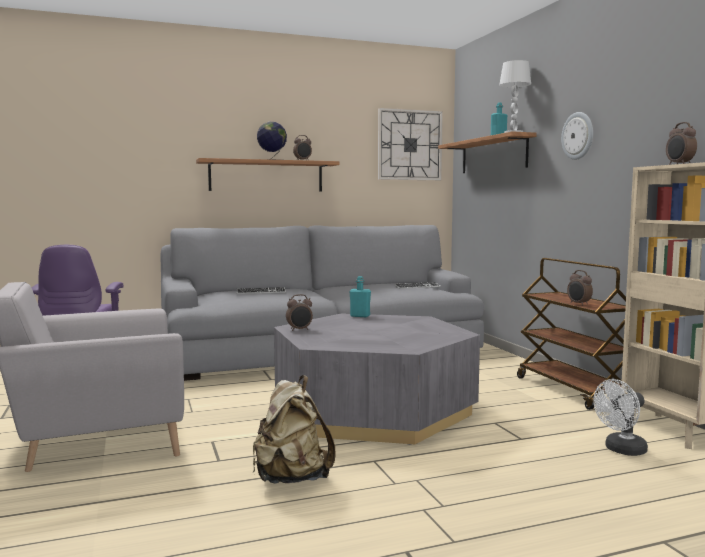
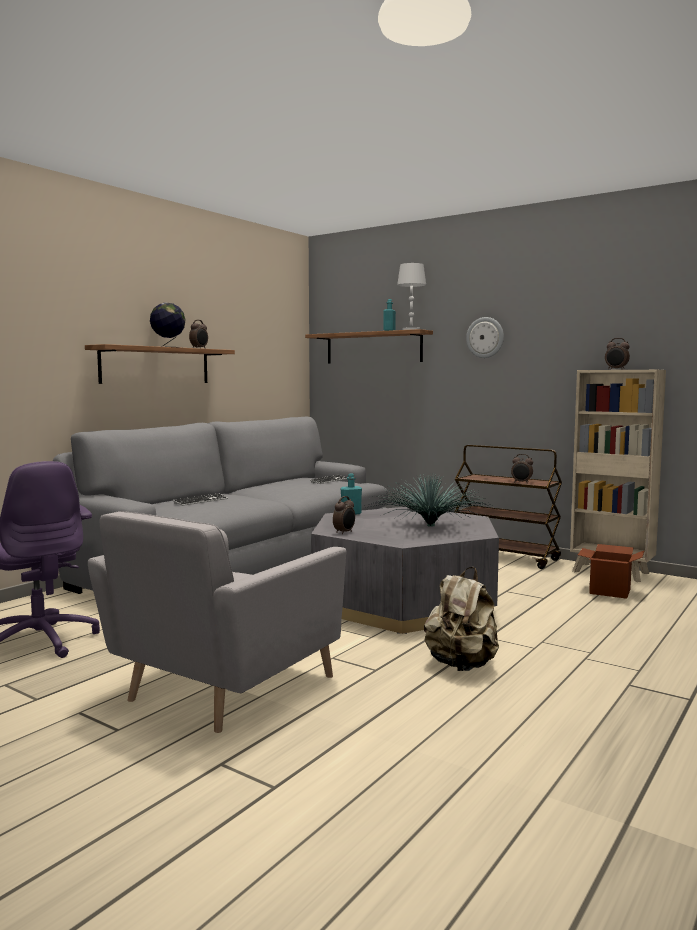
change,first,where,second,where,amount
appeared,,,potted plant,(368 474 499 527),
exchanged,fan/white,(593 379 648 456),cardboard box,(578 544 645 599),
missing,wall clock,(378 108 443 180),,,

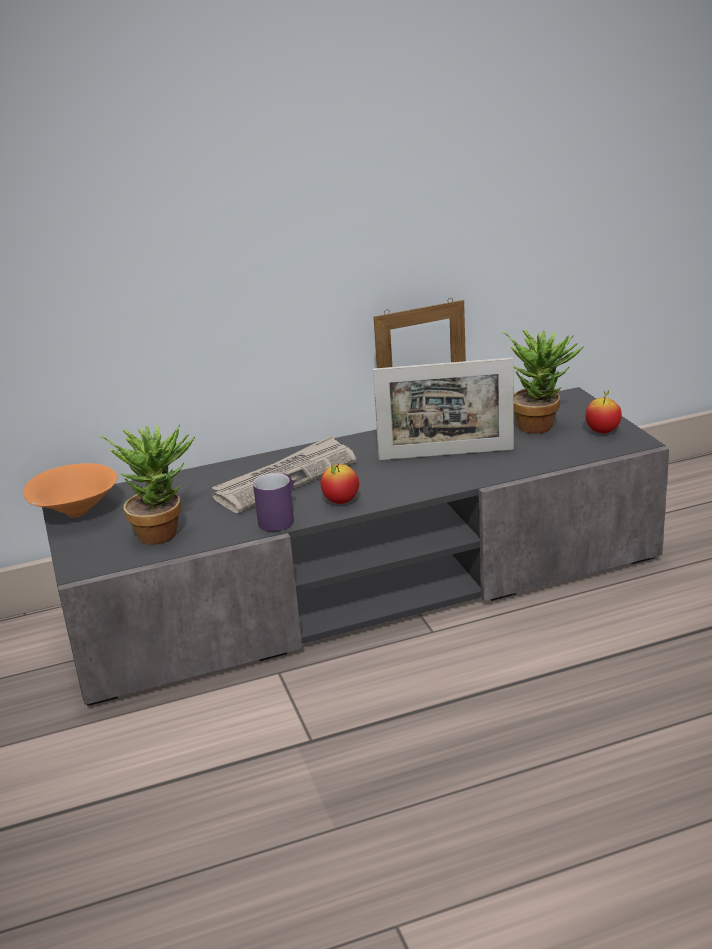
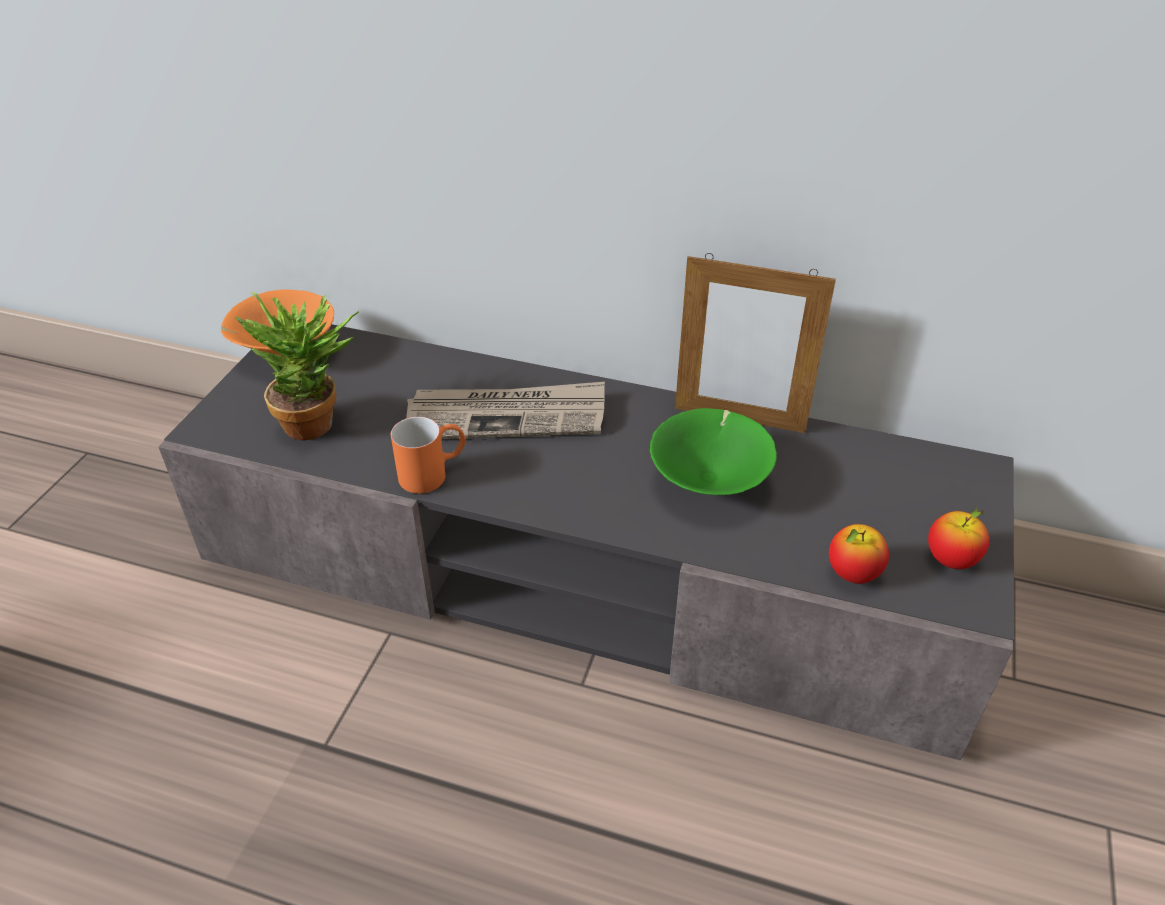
change,first,where,second,where,amount
colour,mug/purple,(253 473 294 531),mug/orange,(391 417 466 494),
exchanged,picture frame,(373 358 514 460),bowl/green,(650 408 777 495),
relocated,apple,(320 464 359 504),,(829 524 889 584),
missing,potted plant,(502 330 583 434),,,

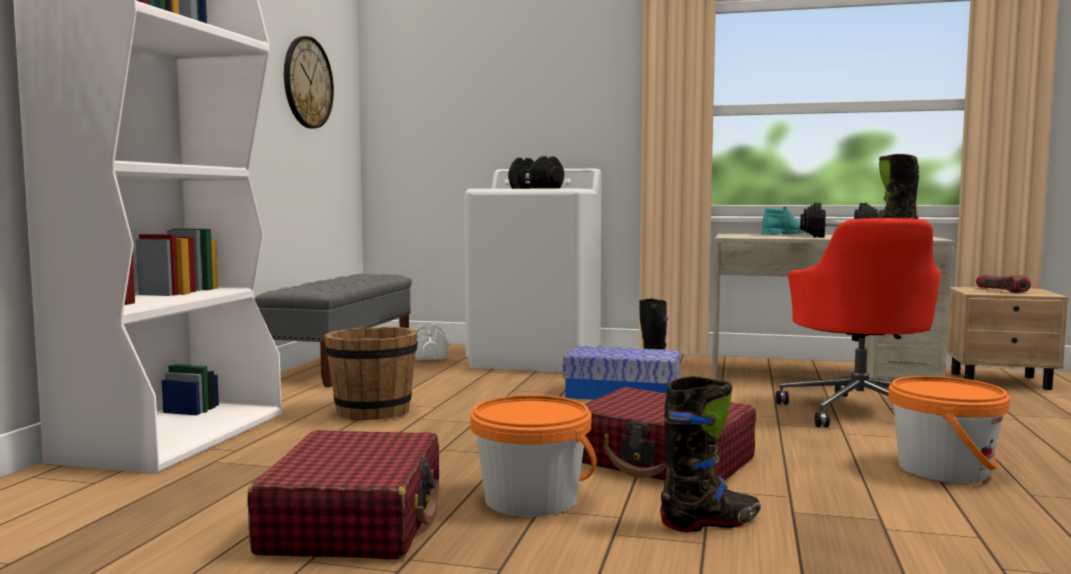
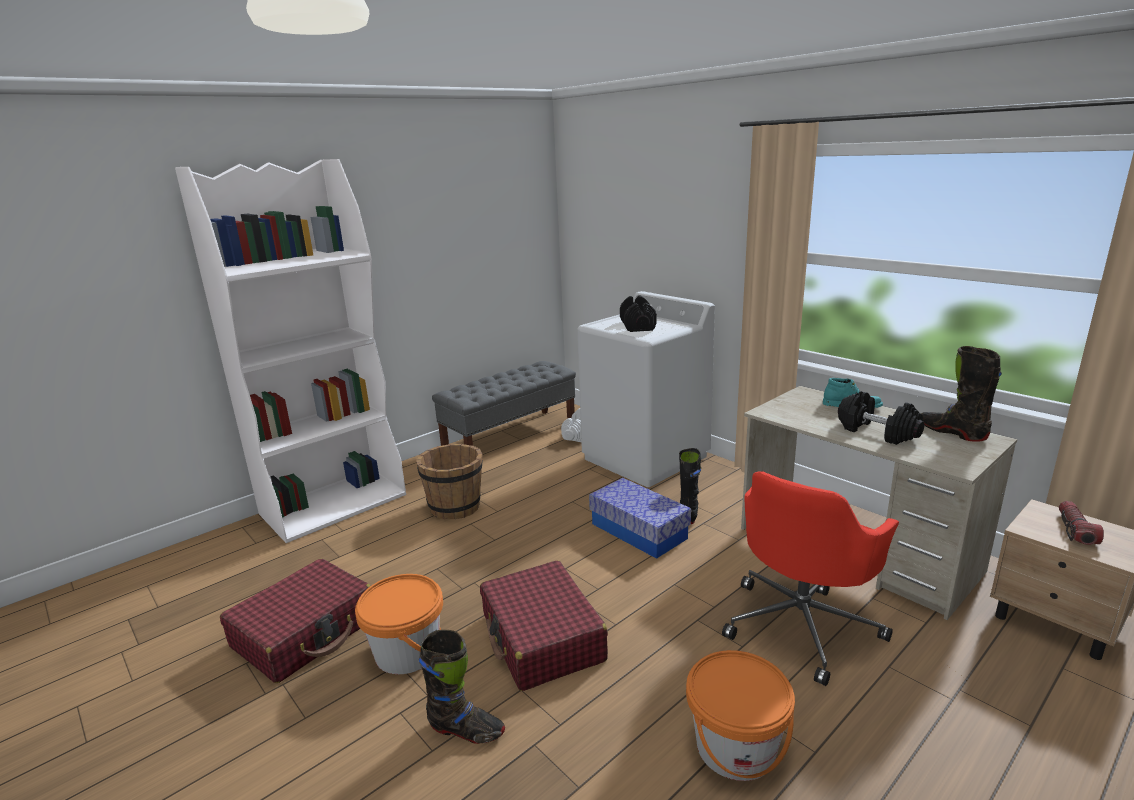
change,first,where,second,where,amount
missing,wall clock,(284 36 334 128),,,

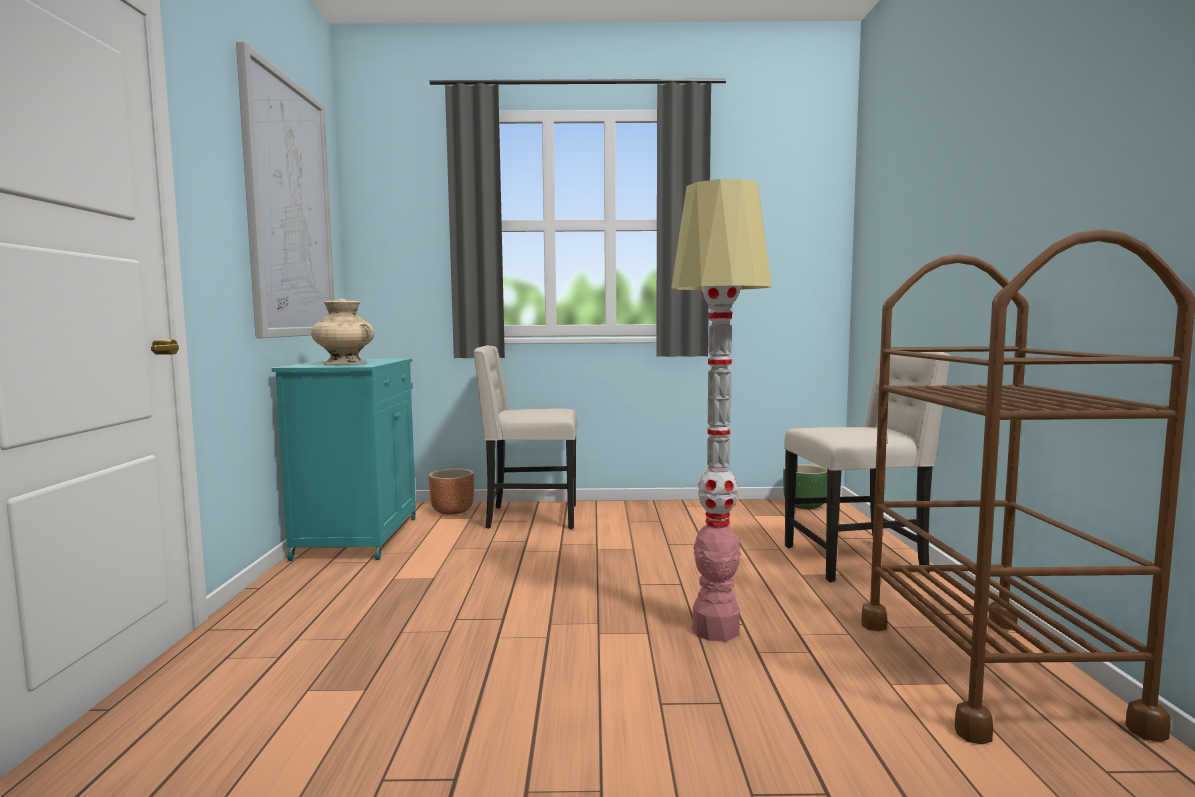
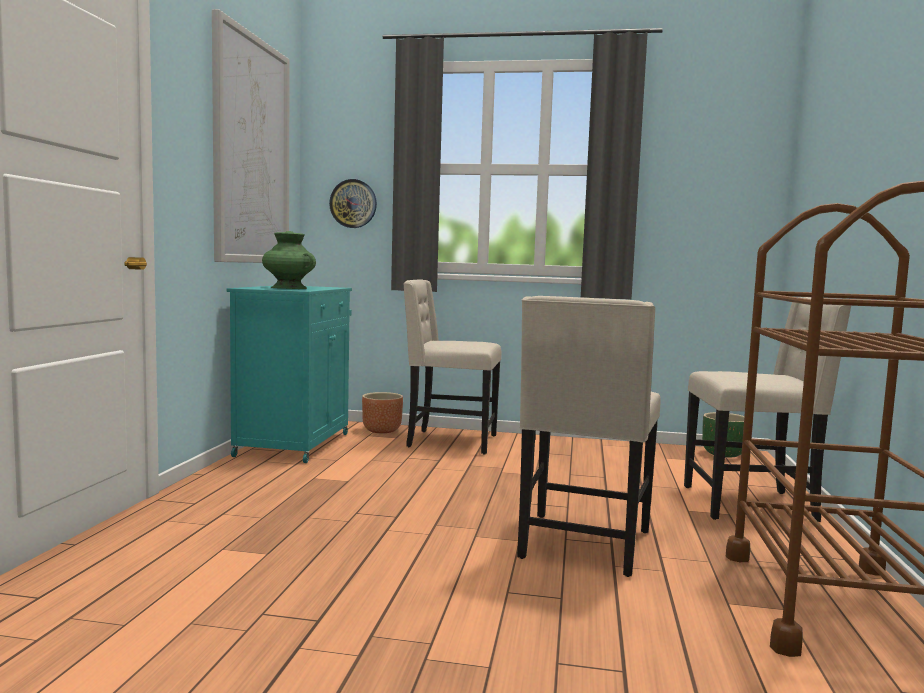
change,first,where,second,where,amount
colour,vase/beige,(311 299 375 365),vase/green,(262 231 316 289),
appeared,,,wall clock,(329 179 377 228),
exchanged,floor lamp,(671 179 772 642),chair/beige,(517 296 661 577),

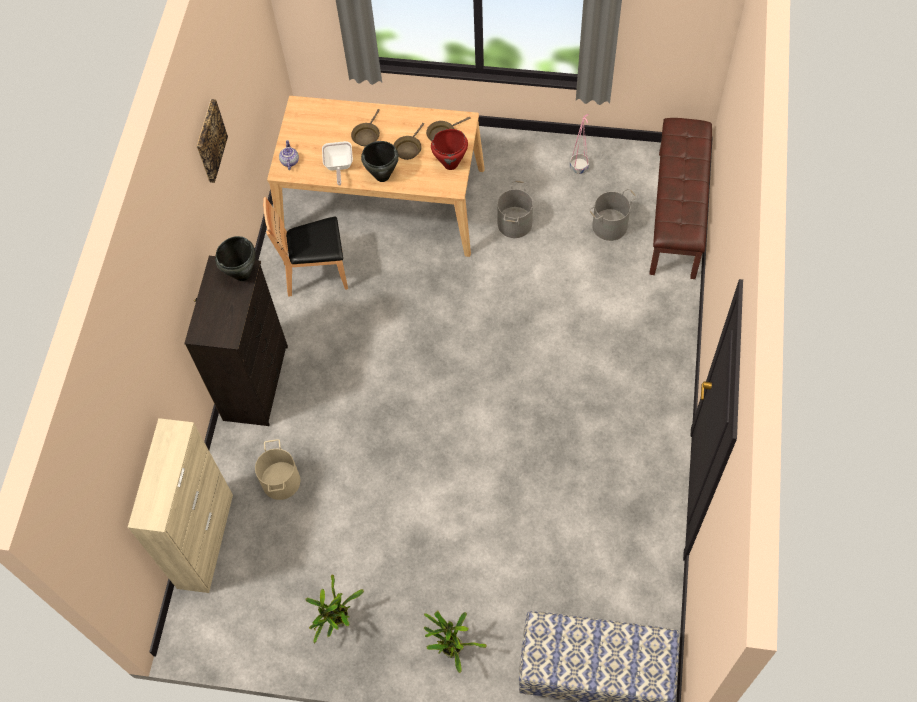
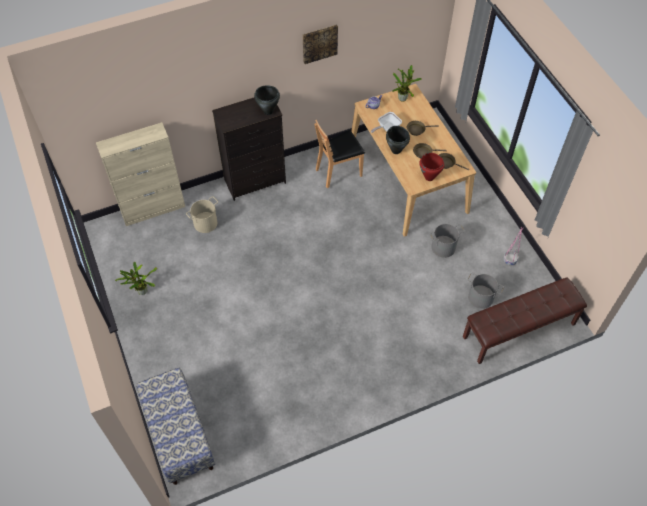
change,first,where,second,where,amount
spun,chair/brown,(263 197 348 297),,(314 119 365 188),75 degrees counterclockwise
relocated,potted plant,(424 611 487 673),,(392 65 422 102),

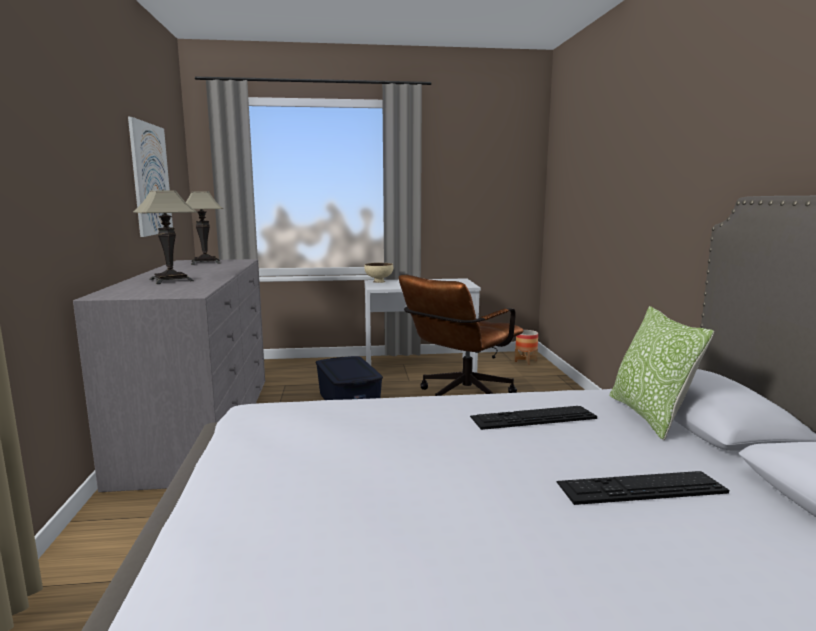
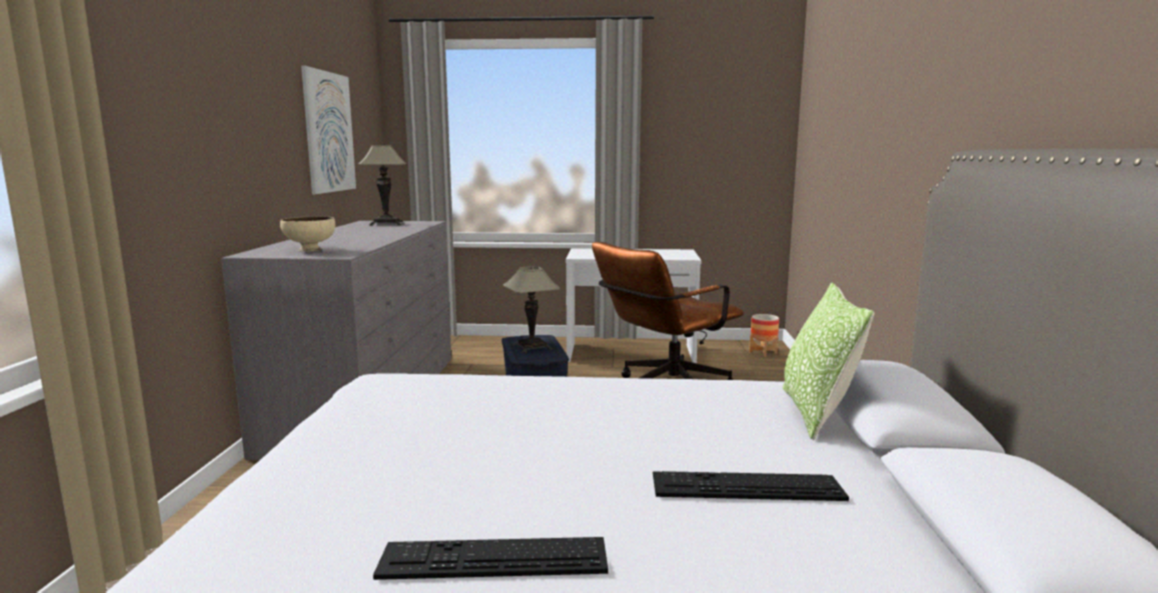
change,first,where,second,where,amount
relocated,bowl/beige,(364 263 393 283),,(280 216 335 252),
relocated,keyboard,(470 406 597 430),,(373 537 608 580),
relocated,table lamp,(133 190 197 284),,(503 266 561 353),

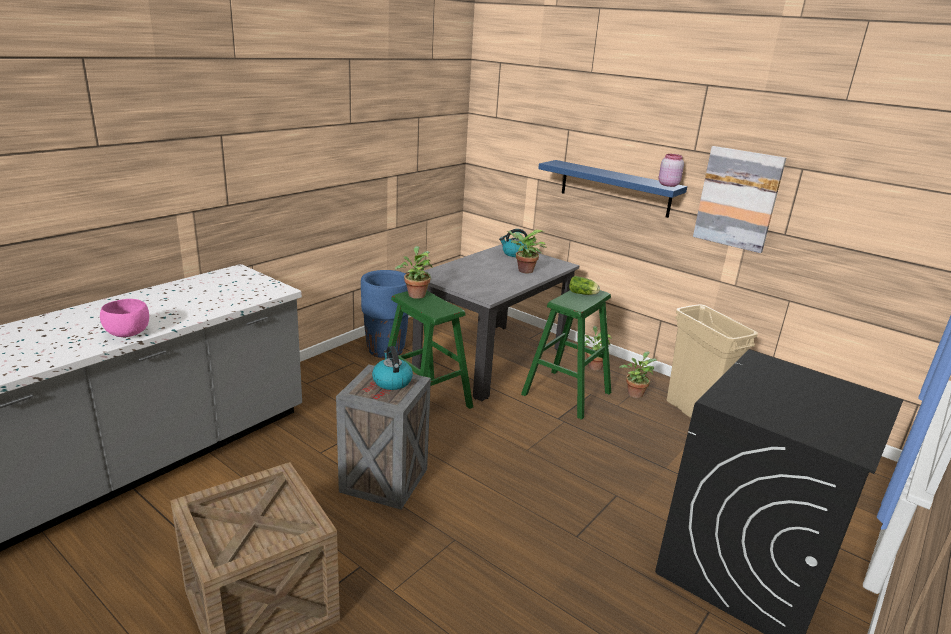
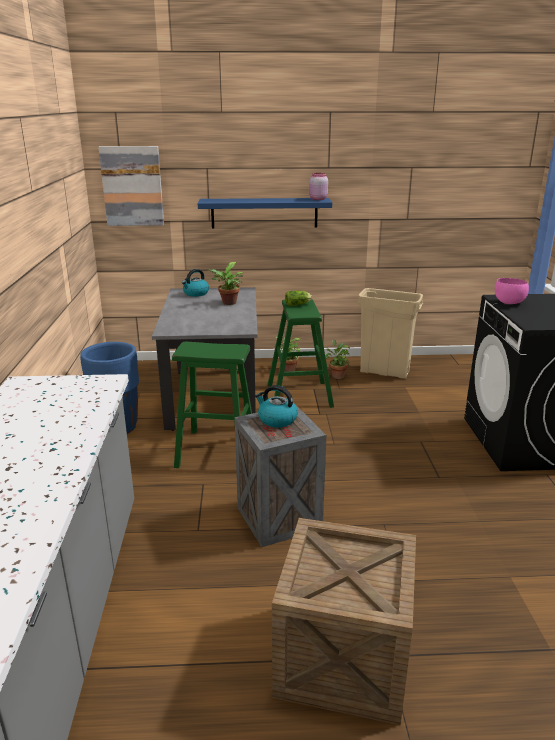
change,first,where,second,where,amount
relocated,picture,(693 146 786 253),,(98 146 164 226),
relocated,bowl/pink,(100 299 149 337),,(495 278 529 304),
missing,potted plant,(395 246 433 299),,,

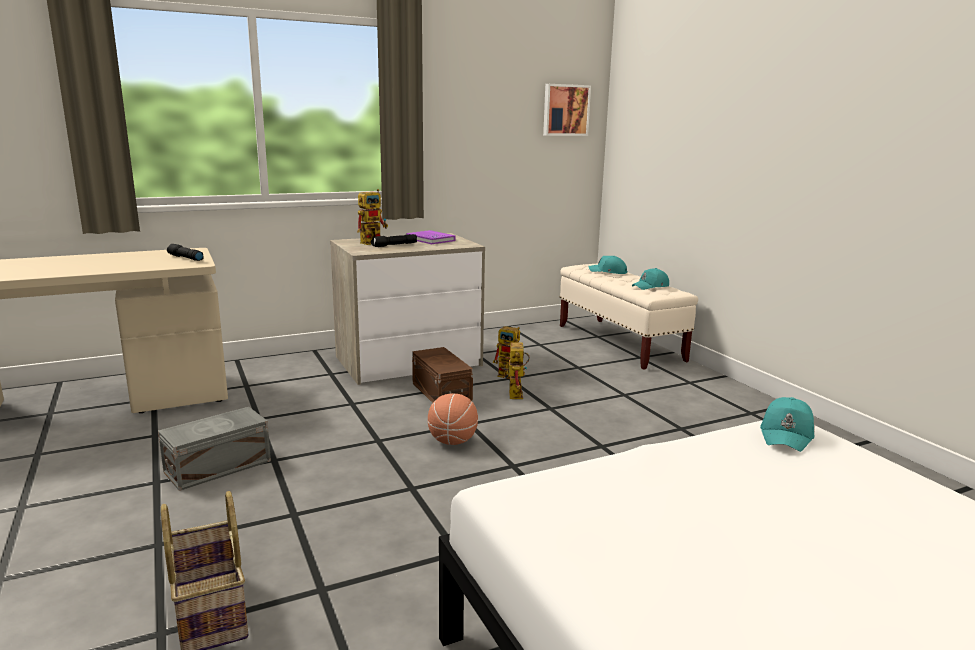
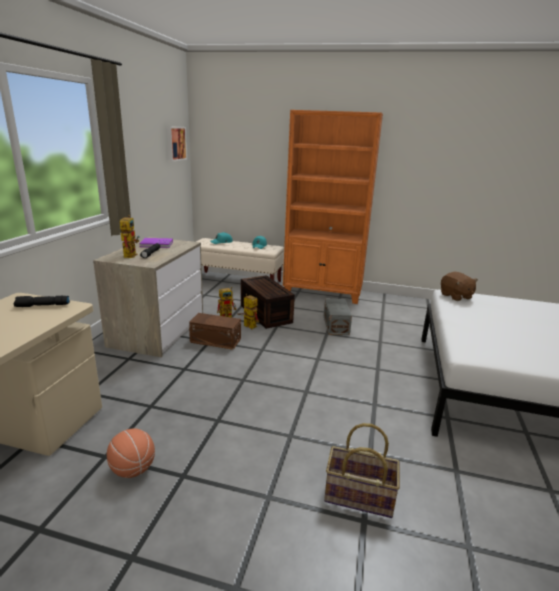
change,first,where,second,where,amount
relocated,basketball,(428 393 478 445),,(107 429 155 478),
appeared,,,storage box/brown,(241 275 295 329),
appeared,,,bookcase/orange,(283 110 383 304),
relocated,storage box/grey,(158 407 271 491),,(324 298 352 335),
exchanged,cap/turquoise,(760 397 814 452),plush toy/brown,(441 271 478 301),

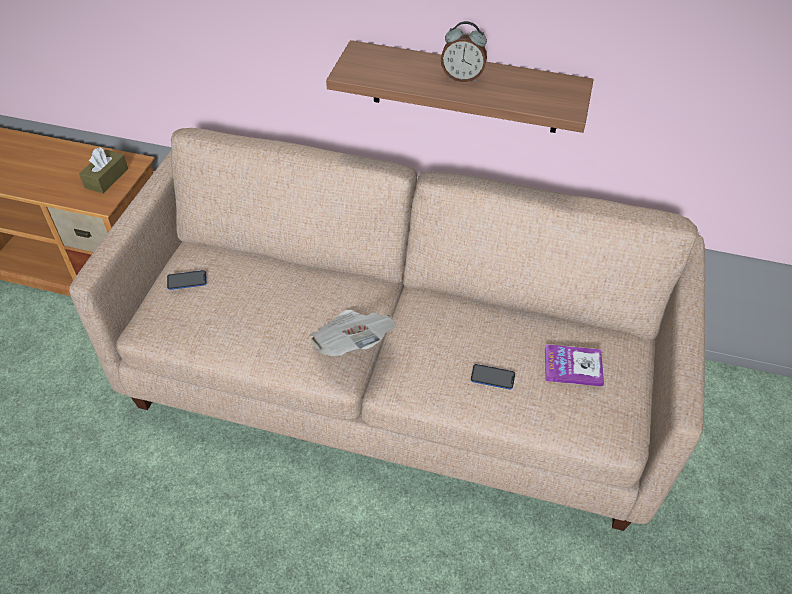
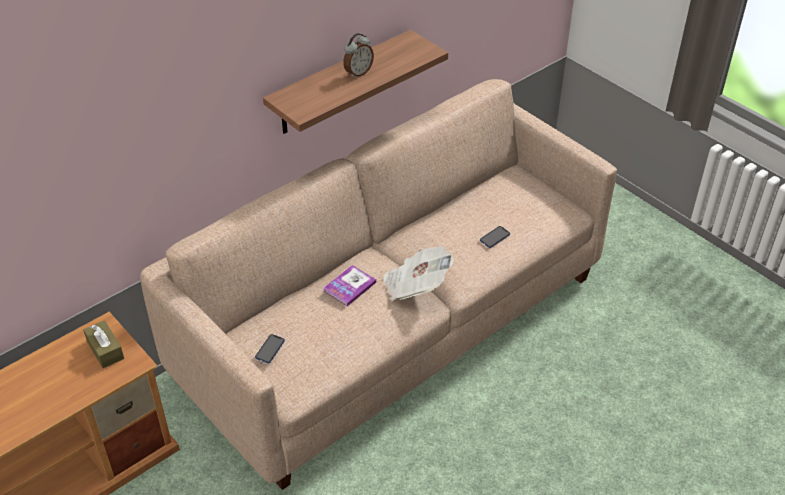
change,first,where,second,where,amount
relocated,book,(545 344 604 386),,(324 265 376 306),

